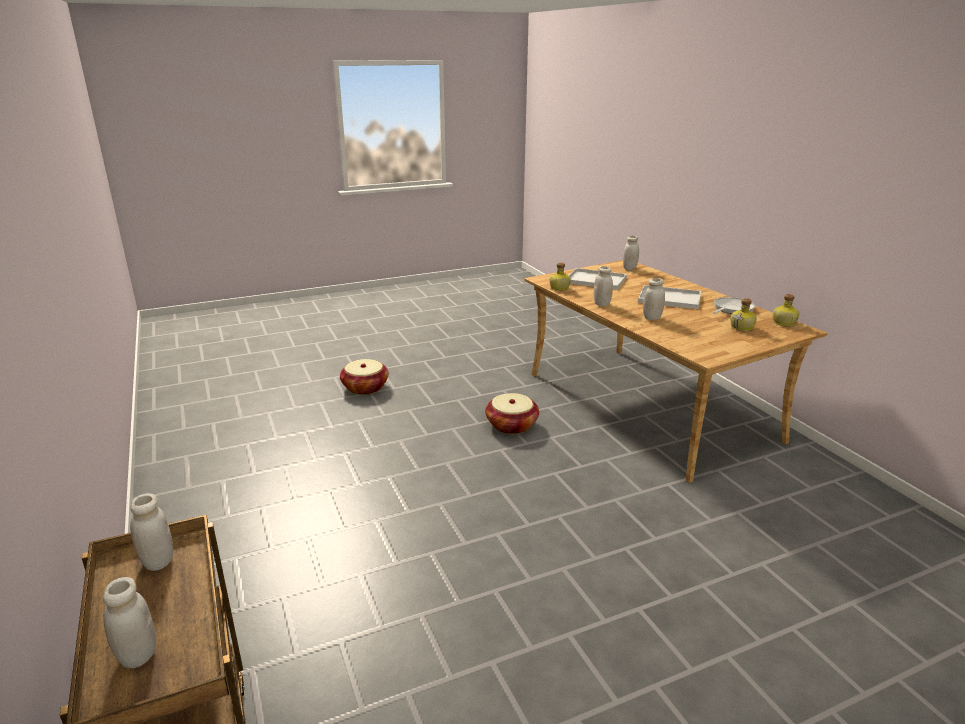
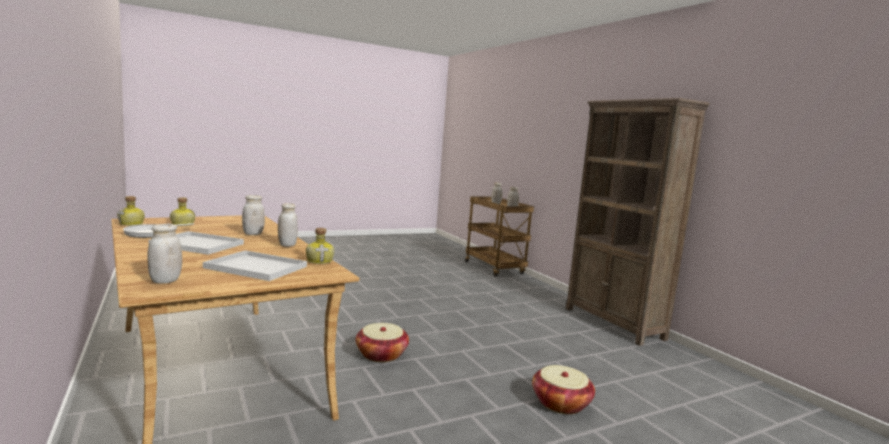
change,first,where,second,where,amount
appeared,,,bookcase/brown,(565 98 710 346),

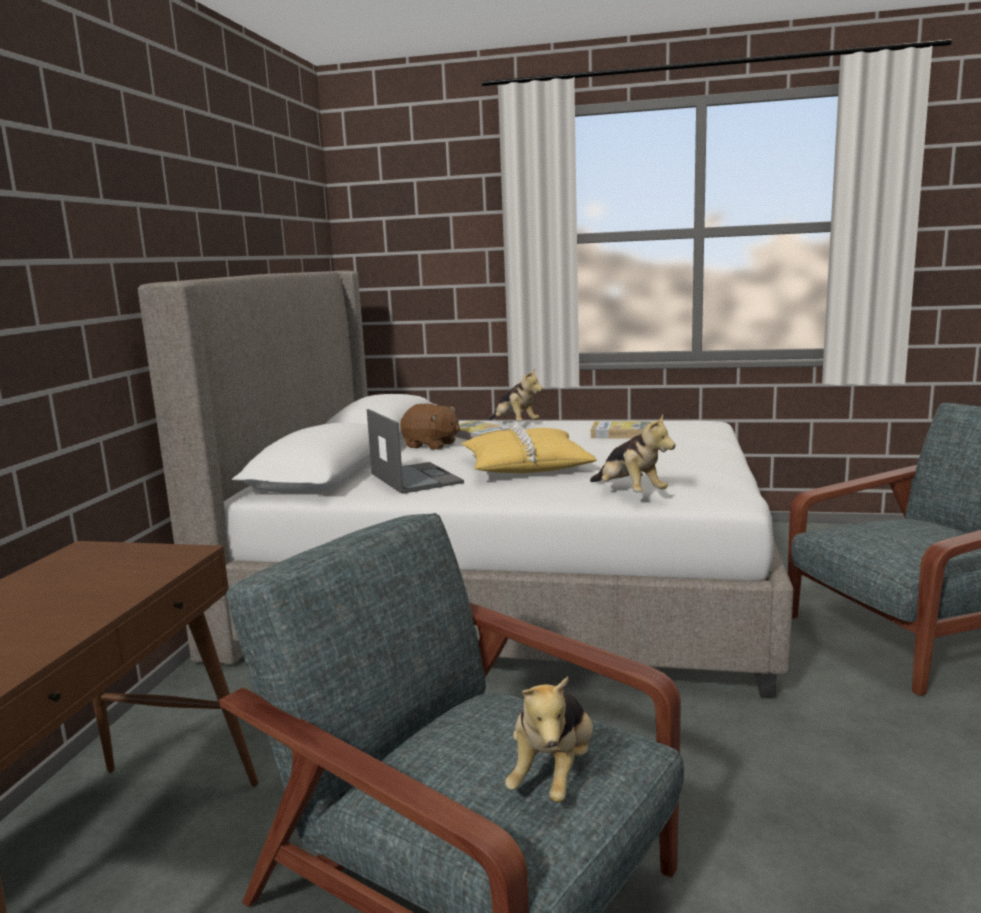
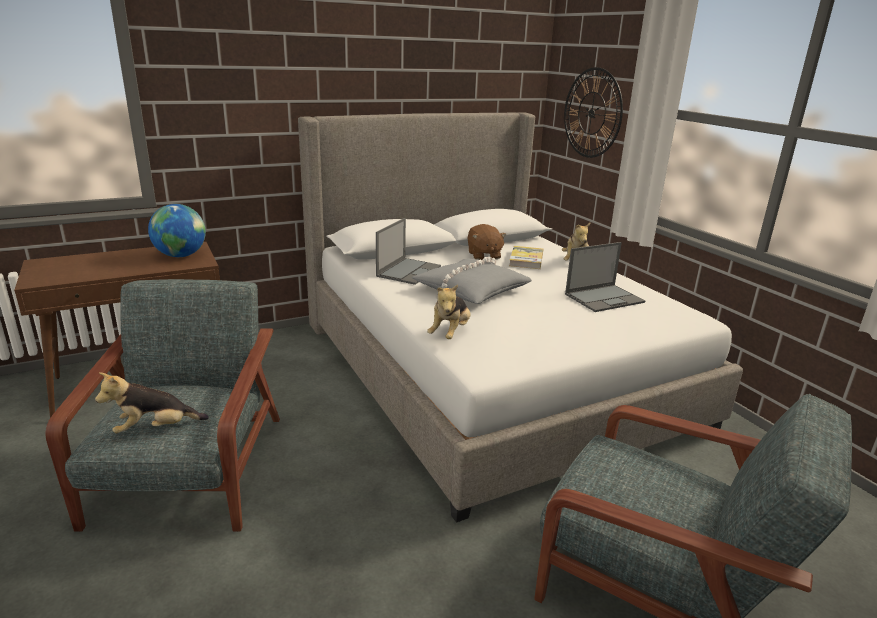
change,first,where,second,where,amount
appeared,,,globe,(148 204 206 257),
colour,pillow/yellow,(461 421 597 473),pillow/grey,(412 257 532 304),
appeared,,,wall clock,(564 67 623 158),
exchanged,book,(591 421 656 439),laptop,(565 242 645 312),

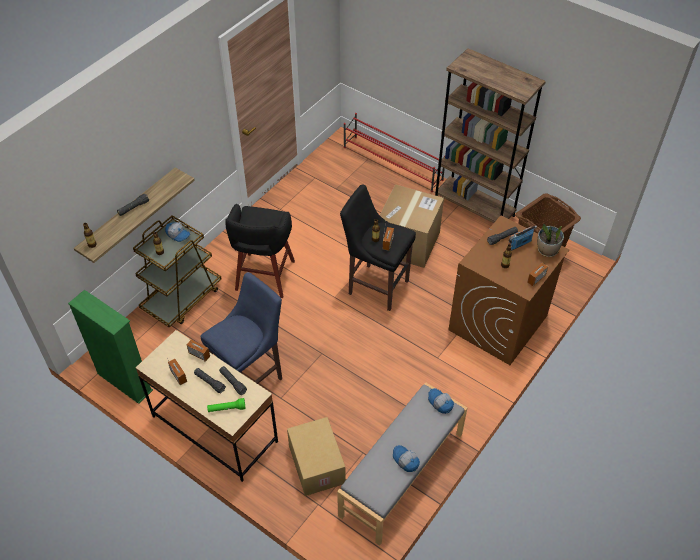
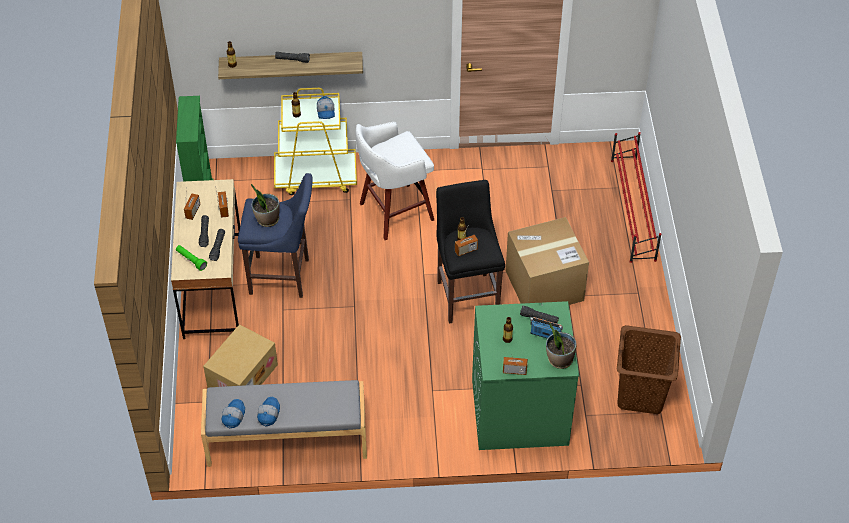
change,first,where,second,where,amount
relocated,cap,(428 388 454 414),,(222 399 245 429),
appeared,,,potted plant,(251 184 280 227),
colour,cart/brown,(133 215 221 327),cart/yellow,(274 88 357 195),
colour,stool/black,(225 204 295 298),stool/white,(355 122 434 240),
colour,washing machine/brown,(448 215 569 365),washing machine/green,(472 301 579 450),
missing,bookcase/brown,(435 48 546 223),,,

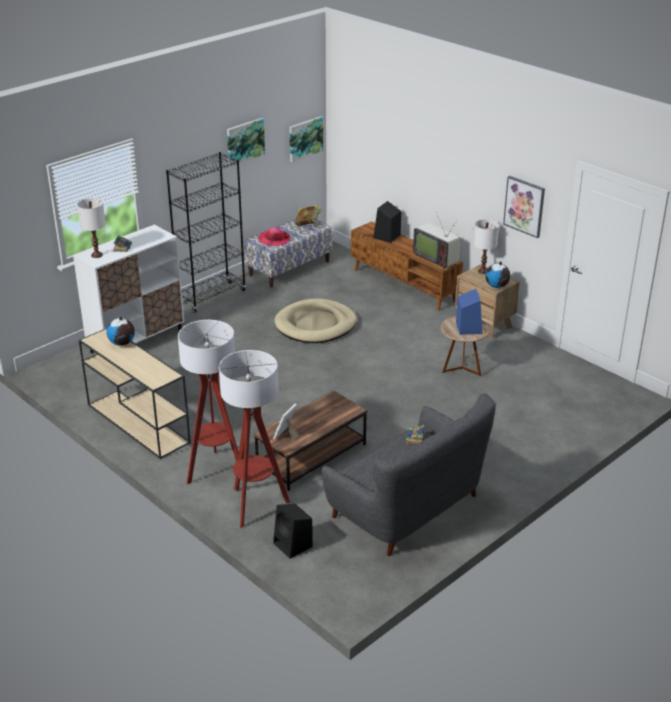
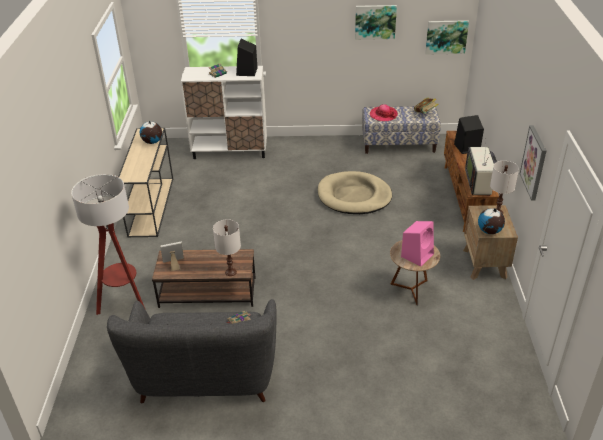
change,first,where,second,where,amount
relocated,table lamp/white,(77 198 106 258),,(213 219 241 276),
relocated,speaker/black,(273 504 313 559),,(236 39 257 76),
colour,speaker/blue,(456 289 483 335),speaker/pink,(401 221 434 266),
missing,bookcase/black,(166 152 246 313),,,
missing,floor lamp,(178 320 239 484),,,

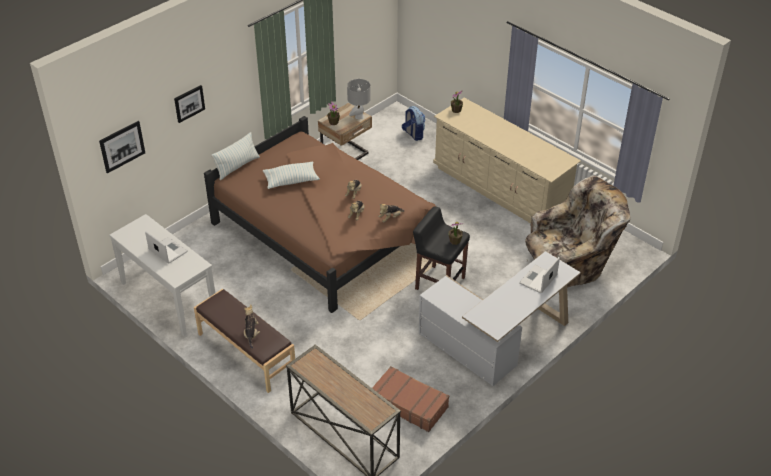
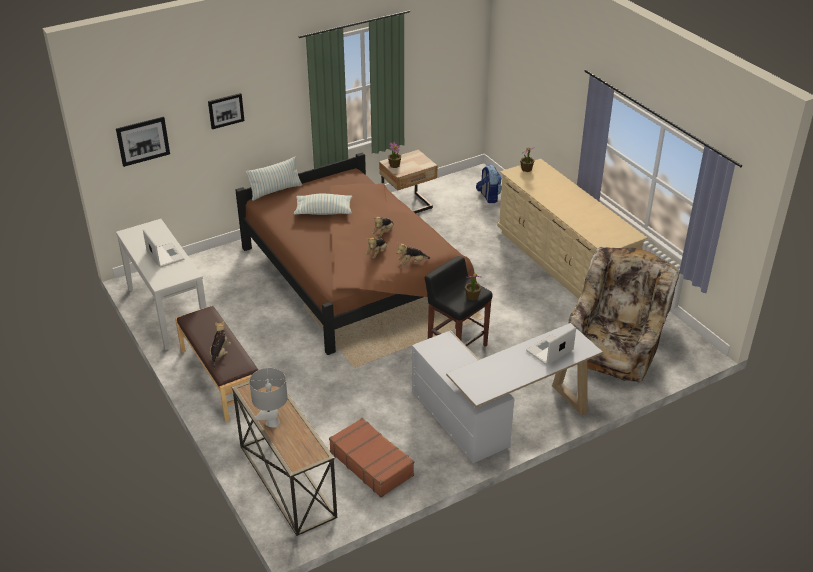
change,first,where,second,where,amount
relocated,table lamp/grey,(347 79 371 119),,(249 368 288 427),
spun,armchair/beige,(525 175 631 288),,(568 247 679 383),60 degrees counterclockwise

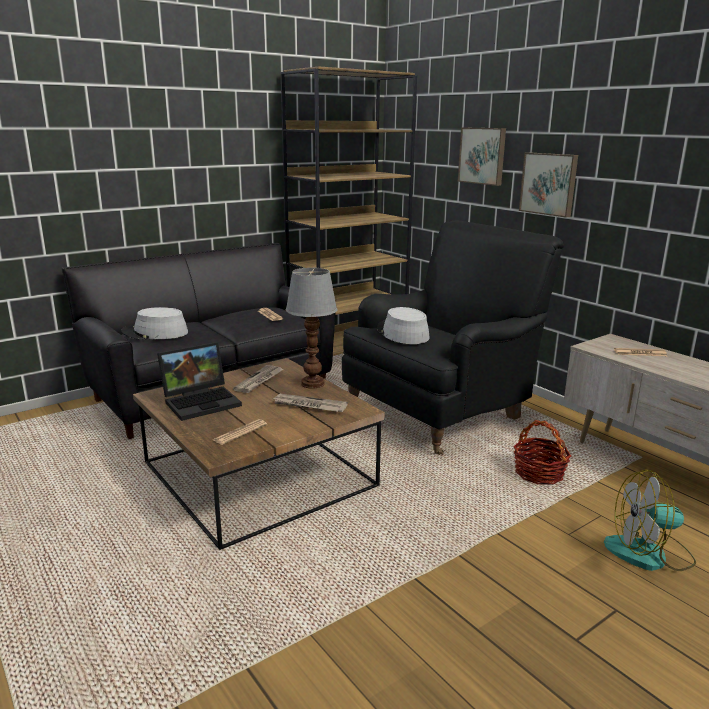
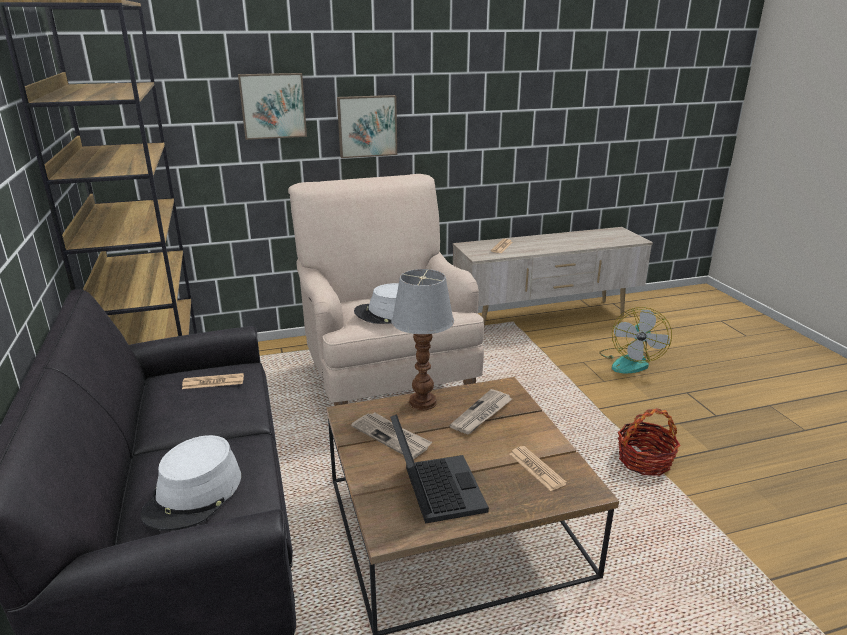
change,first,where,second,where,amount
colour,armchair/black,(342 221 564 455),armchair/beige,(288 174 484 406),
relocated,basket,(513 420 571 485),,(618 408 681 476),

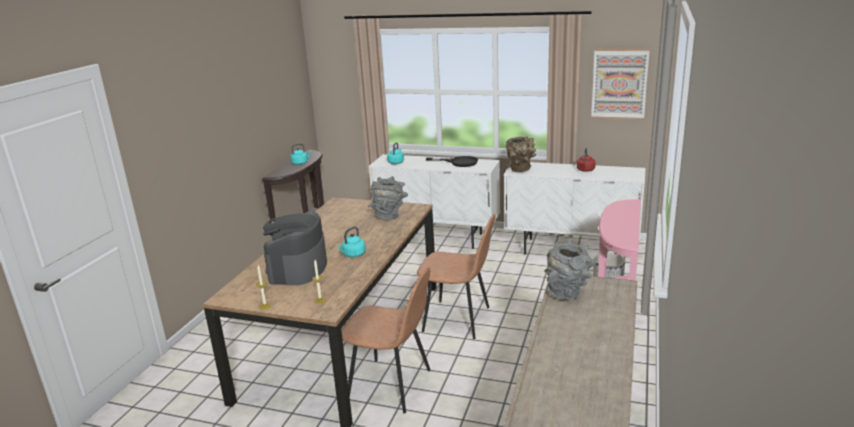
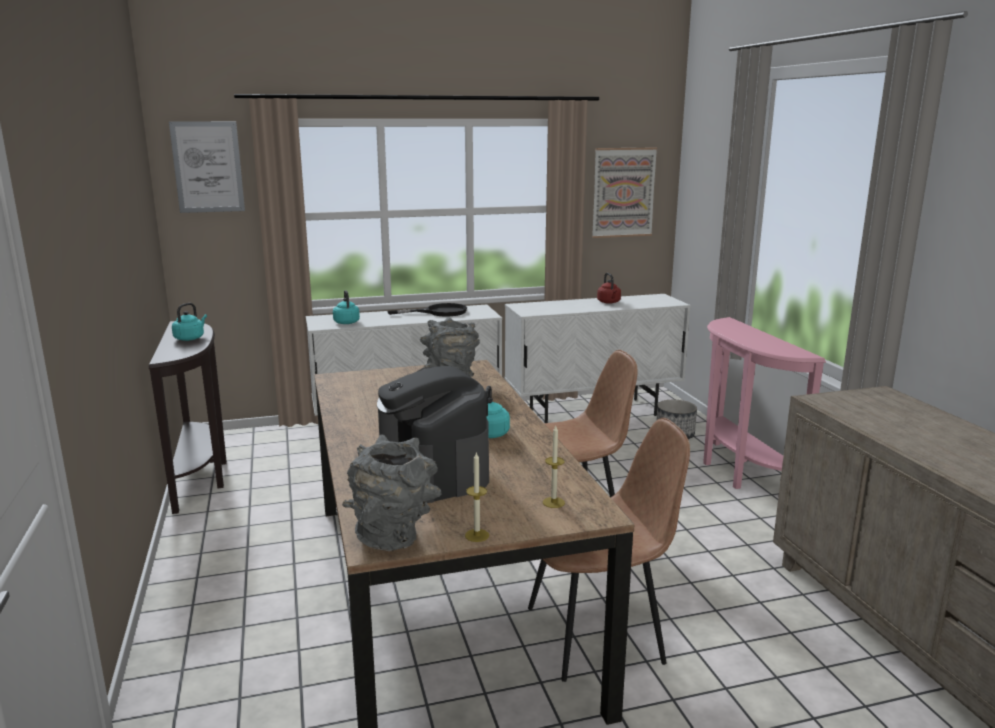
change,first,where,second,where,amount
appeared,,,picture,(169 121 245 213),
relocated,vase/grey,(544 239 596 300),,(342 434 441 551),
missing,vase/brown,(506 136 536 172),,,

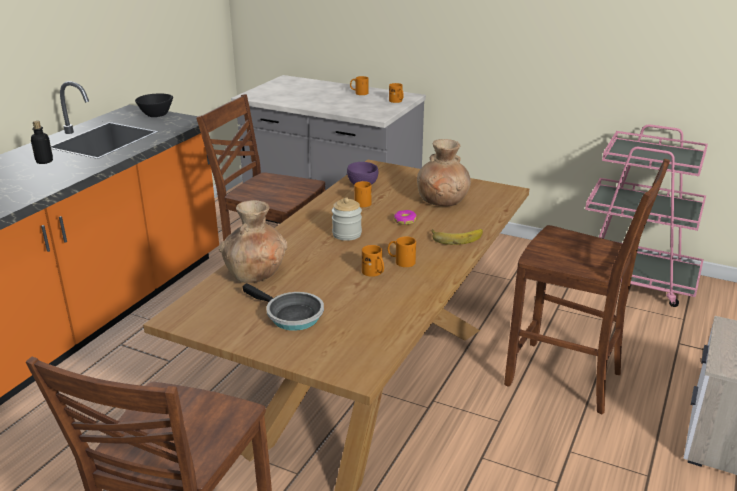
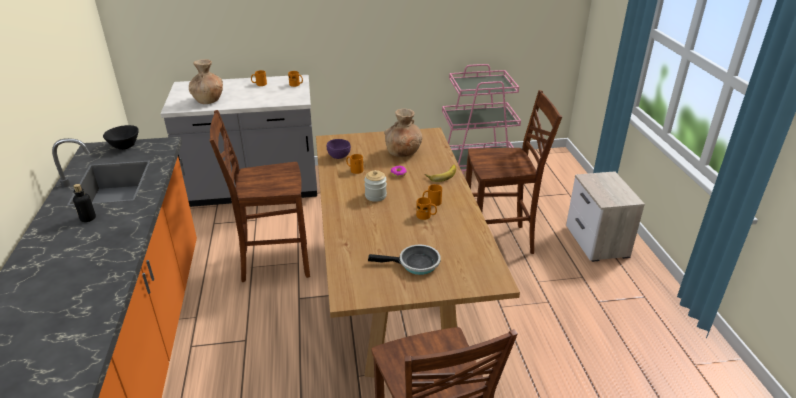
change,first,where,second,where,amount
relocated,vase/brown,(219 200 287 283),,(189 59 223 104),

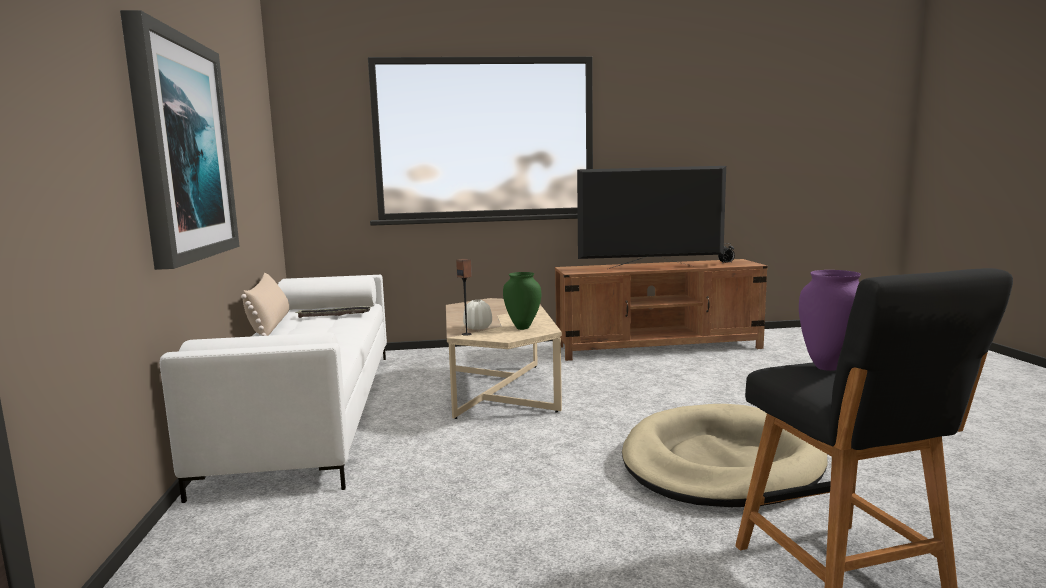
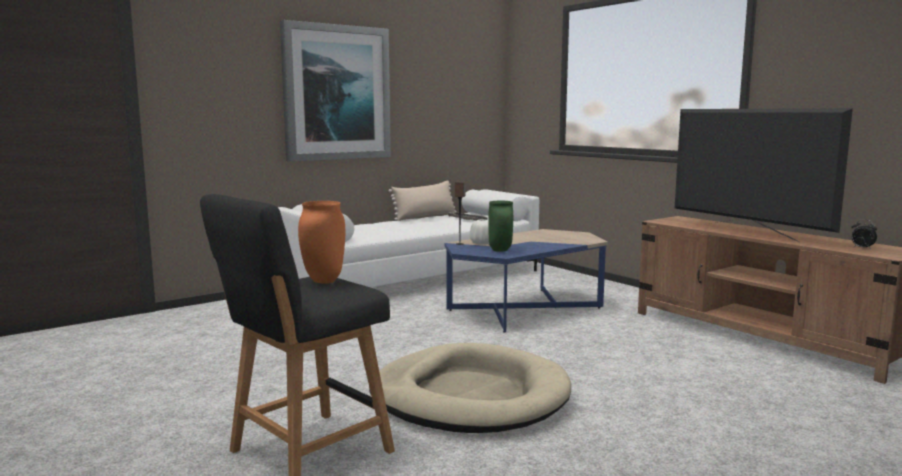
change,first,where,second,where,amount
colour,vase/purple,(799 270 861 371),vase/orange,(298 201 345 283),
colour,coffee table/beige,(446 298 562 419),coffee table/blue,(445 229 608 332),

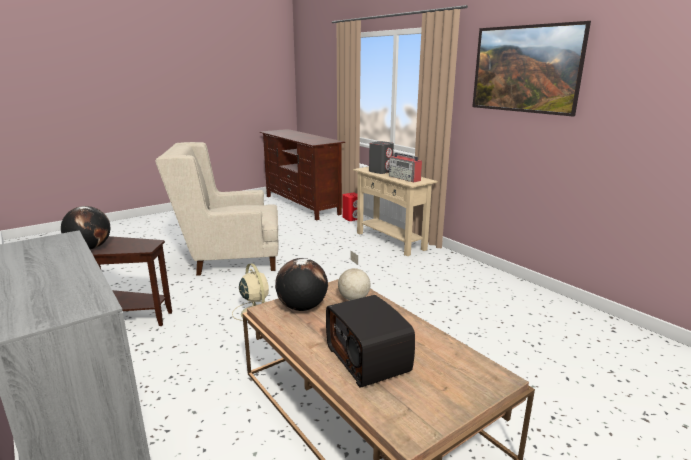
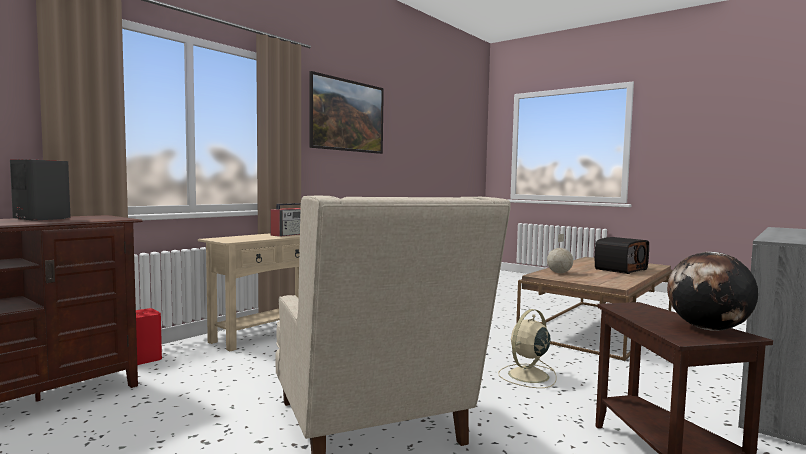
change,first,where,second,where,amount
relocated,speaker/grey,(369 141 394 174),,(10 159 71 220),
missing,globe,(275 258 328 311),,,

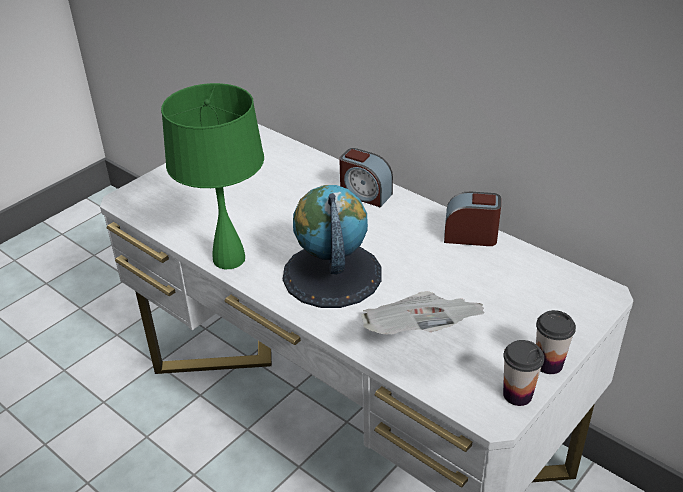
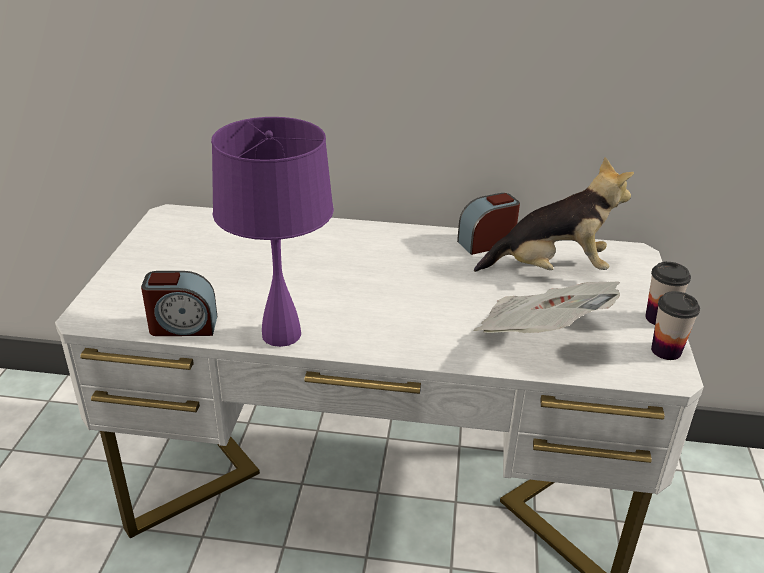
change,first,where,second,where,amount
relocated,alarm clock,(339 148 393 207),,(141 271 217 336),
colour,table lamp/green,(161 83 264 269),table lamp/purple,(211 117 334 347),
appeared,,,plush toy,(474 157 634 272),
missing,globe,(283 185 382 308),,,

